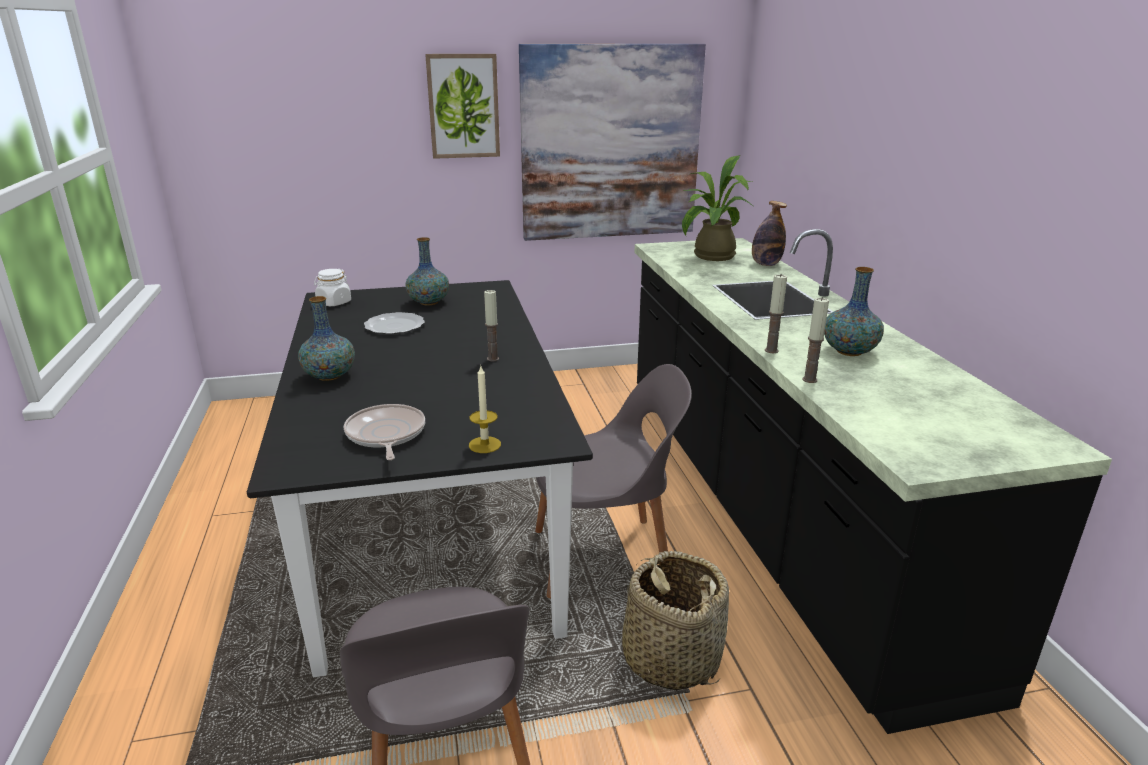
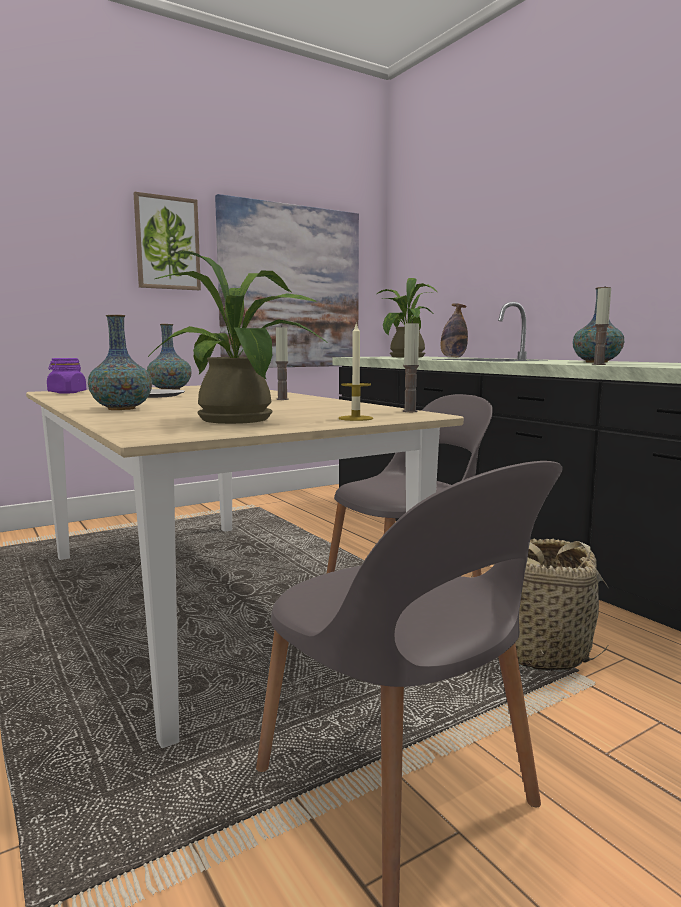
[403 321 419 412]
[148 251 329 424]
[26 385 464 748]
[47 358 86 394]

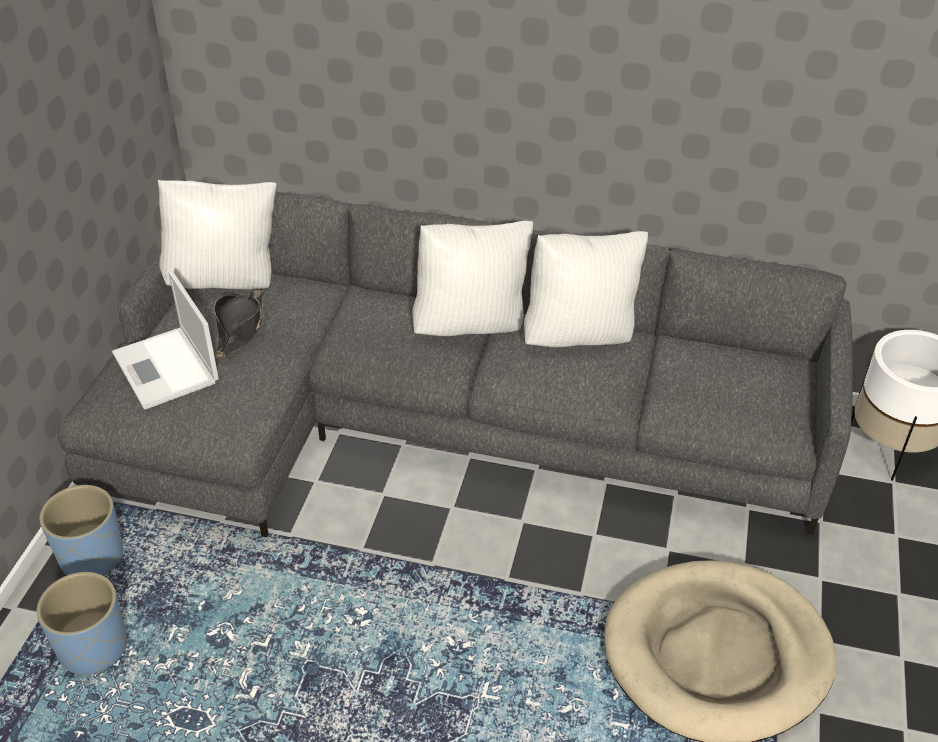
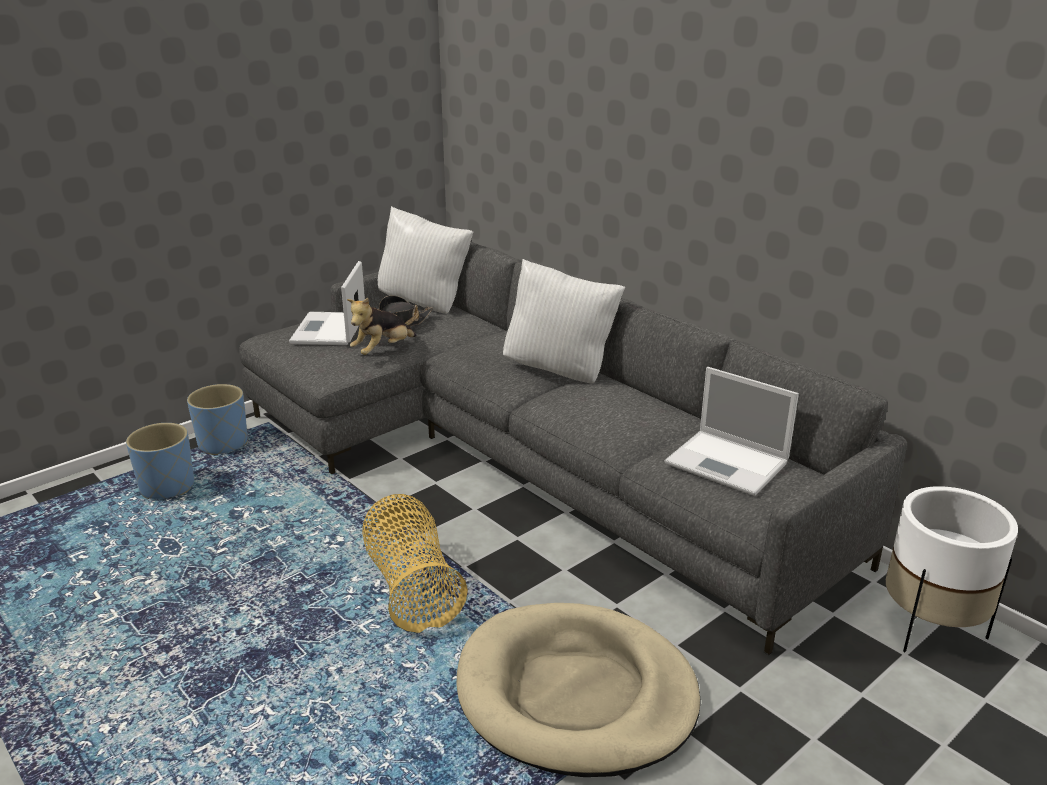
[524 231 648 347] (first image)
[347 298 416 355]
[362 494 468 633]
[664 367 799 496]

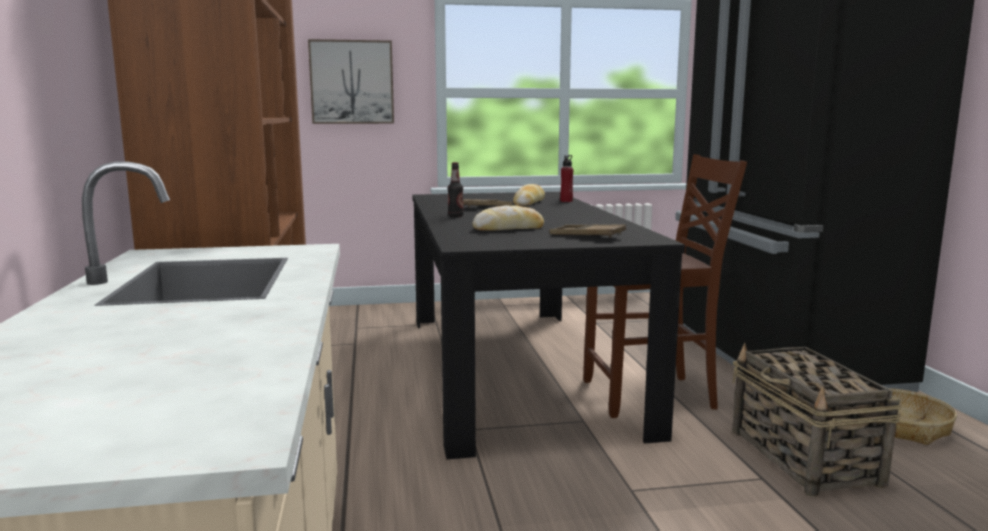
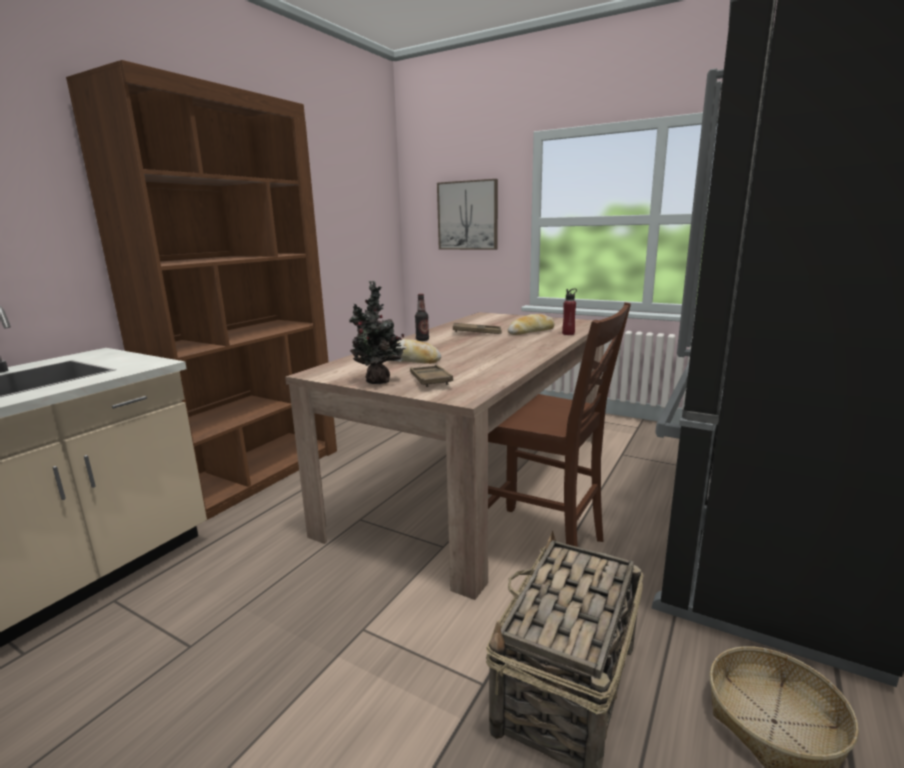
[349 281 405 384]
[285 312 604 600]

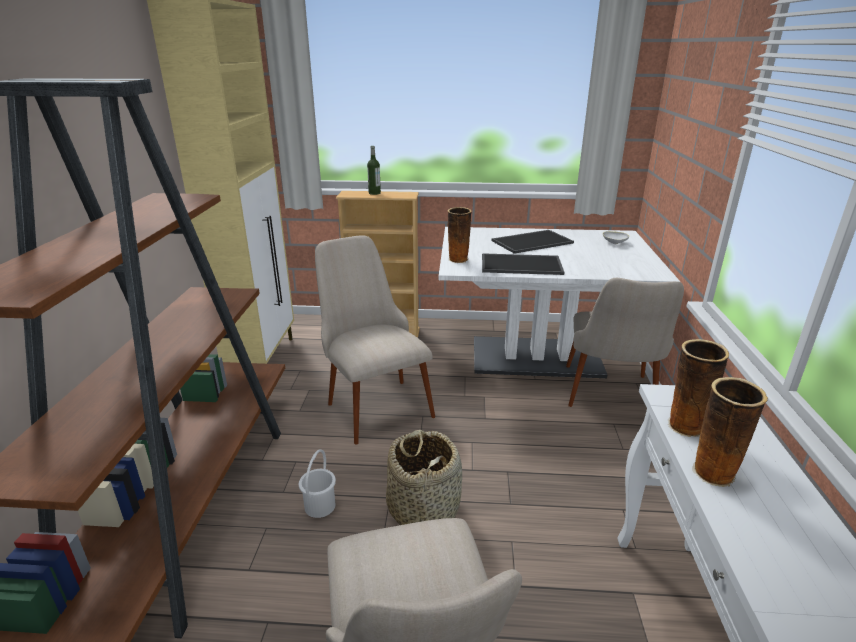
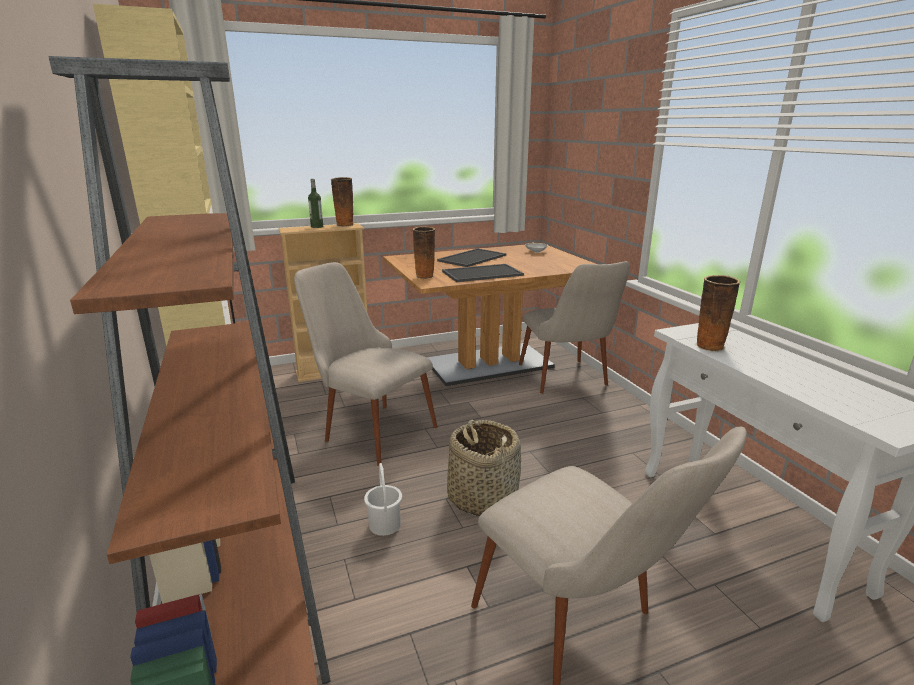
[331 177 355 227]
[383 245 595 386]

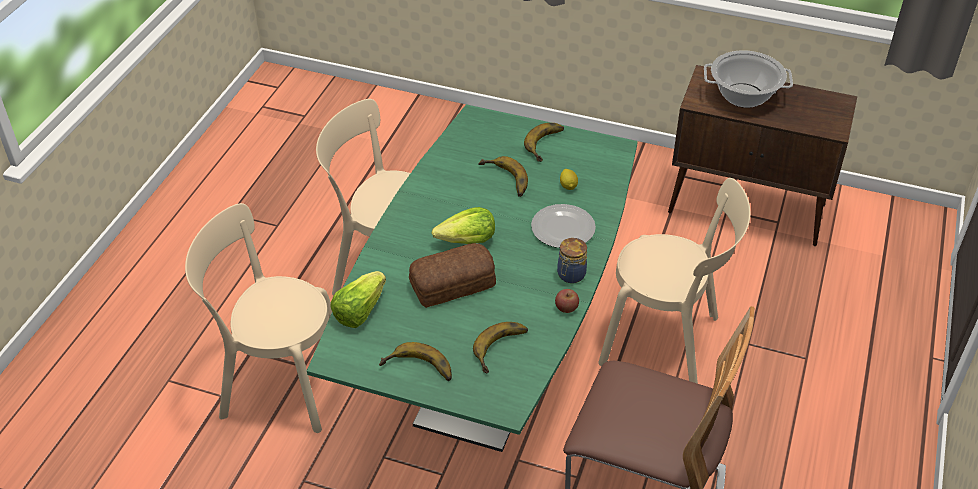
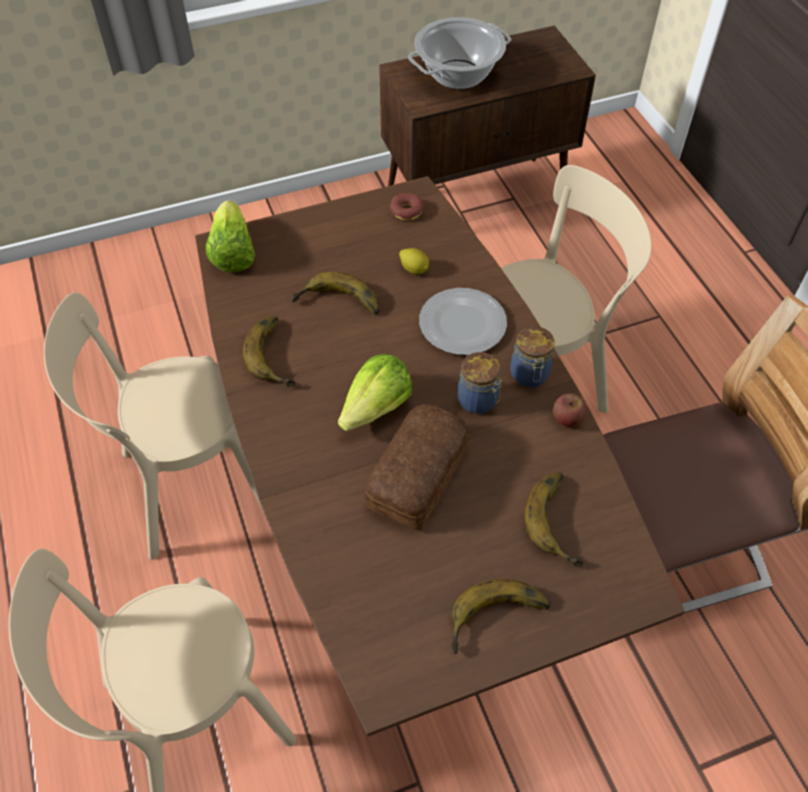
[390 193 424 221]
[458 352 502 414]
[206 200 255 272]
[243 316 295 387]
[195 176 685 737]

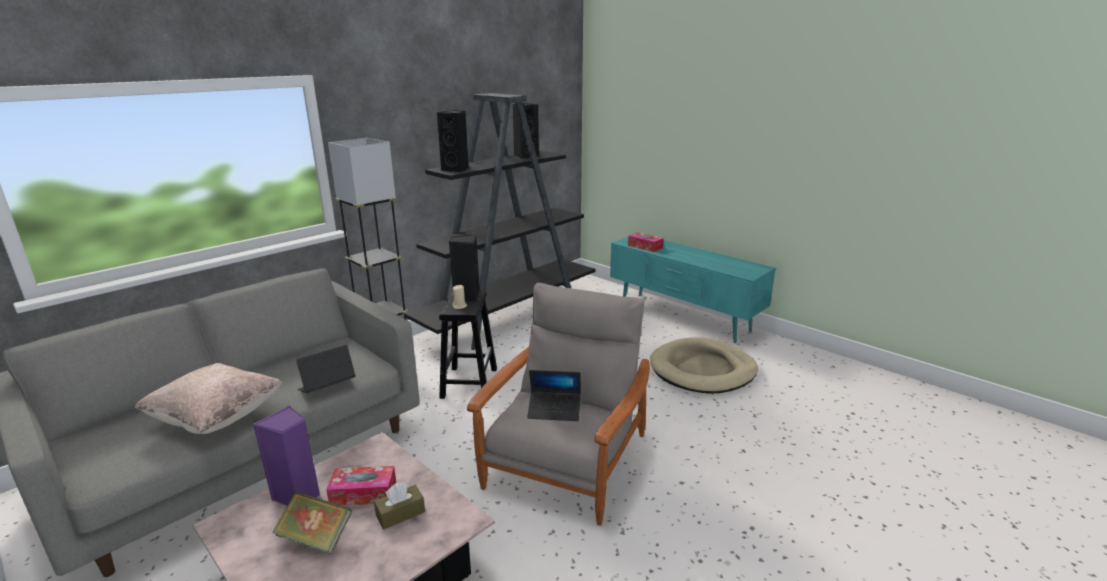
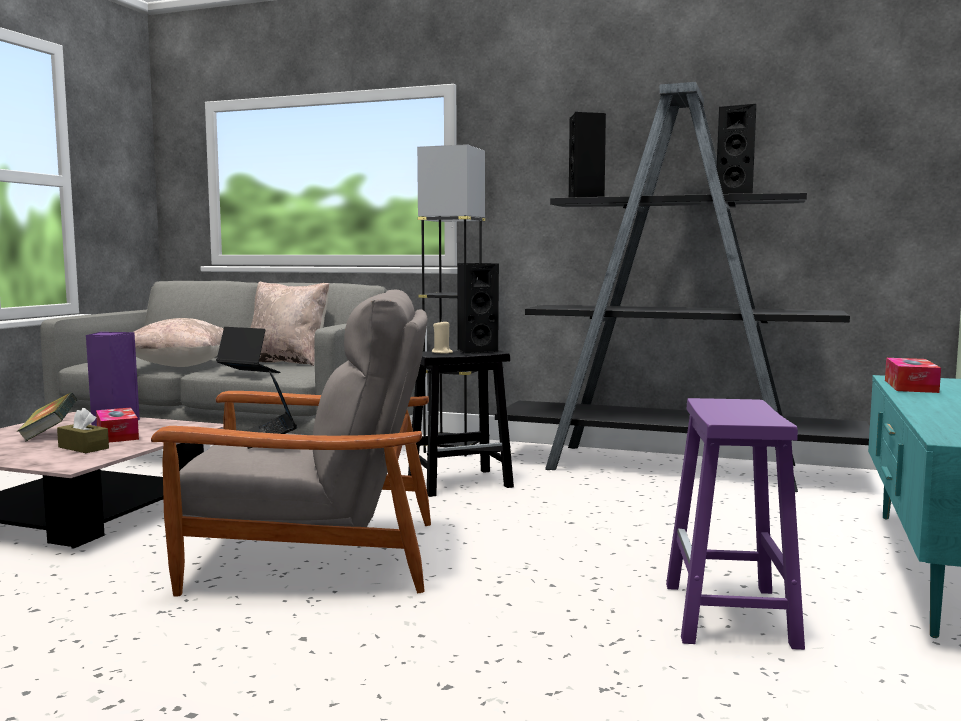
[251 282 329 366]
[666 398 805 650]

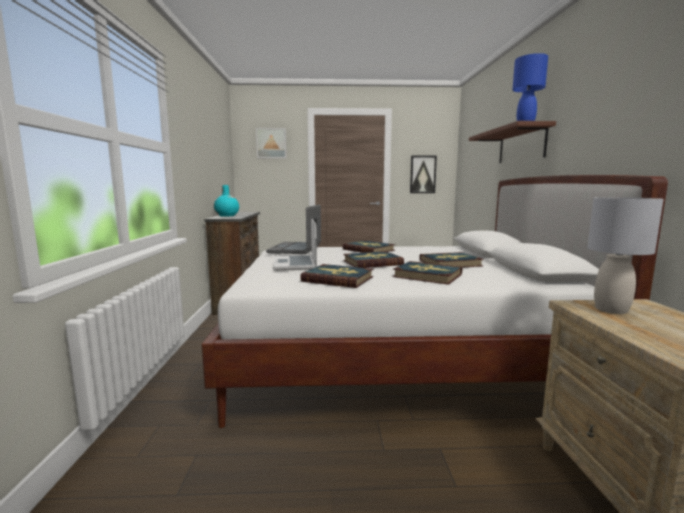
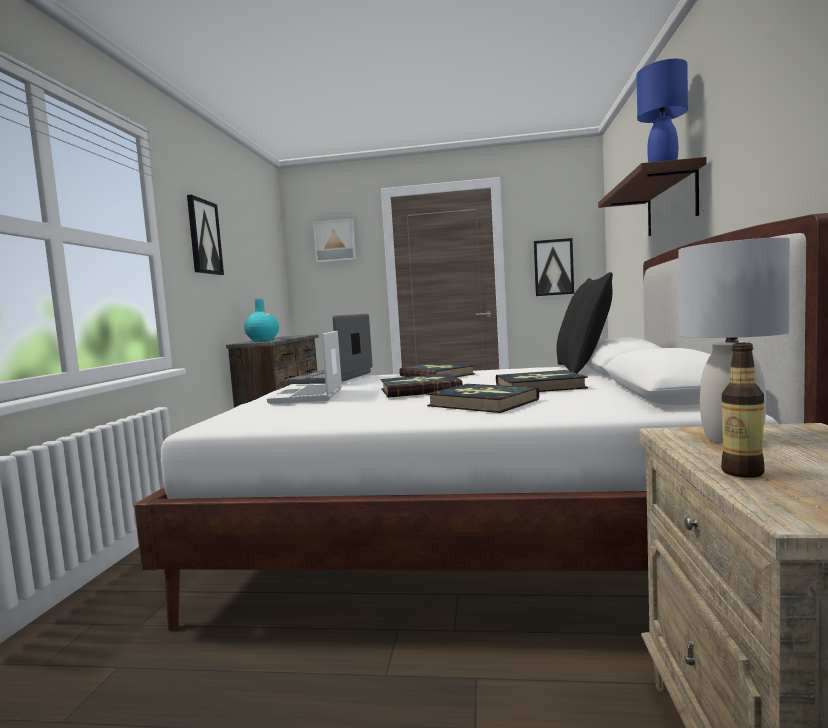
[300 264 373 288] (first image)
[187 195 224 275]
[557 272 613 374]
[721 342 765 478]

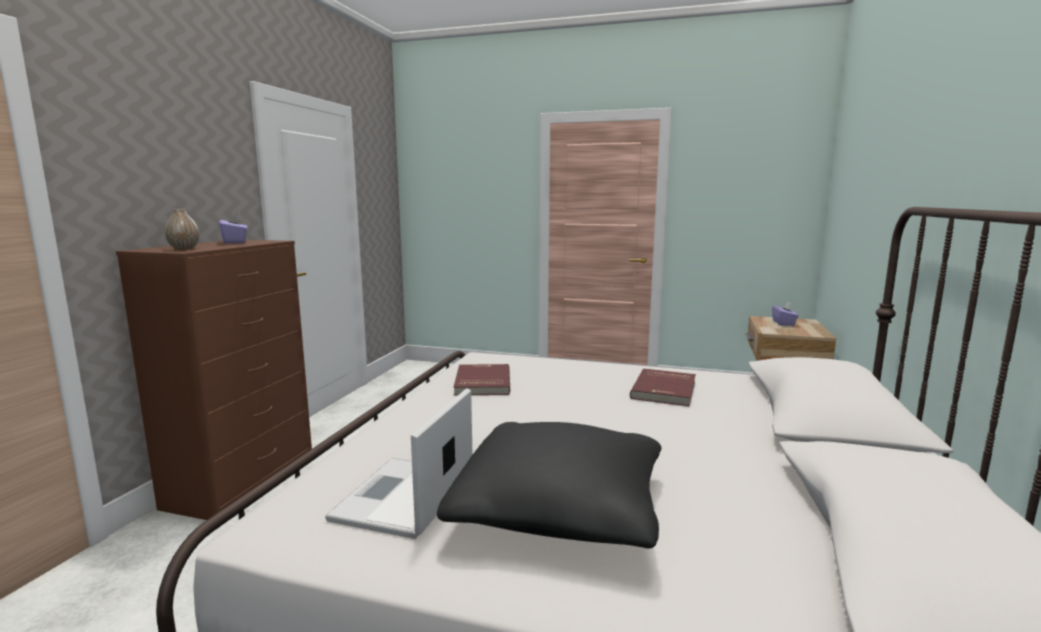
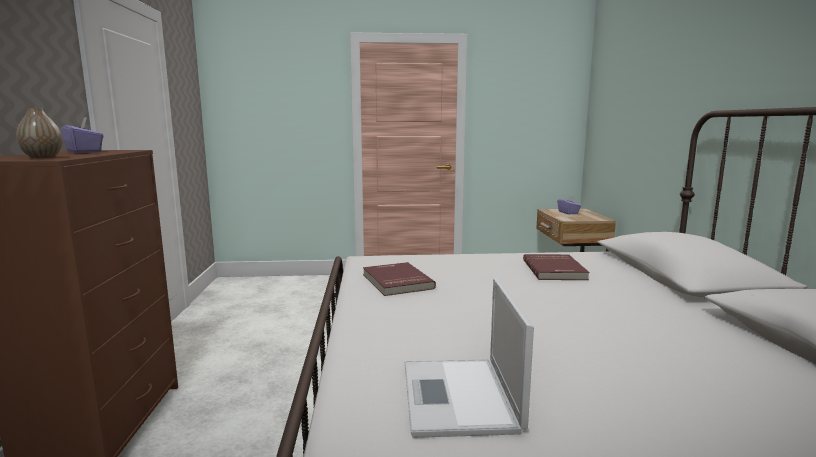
[437 422 661 549] (first image)

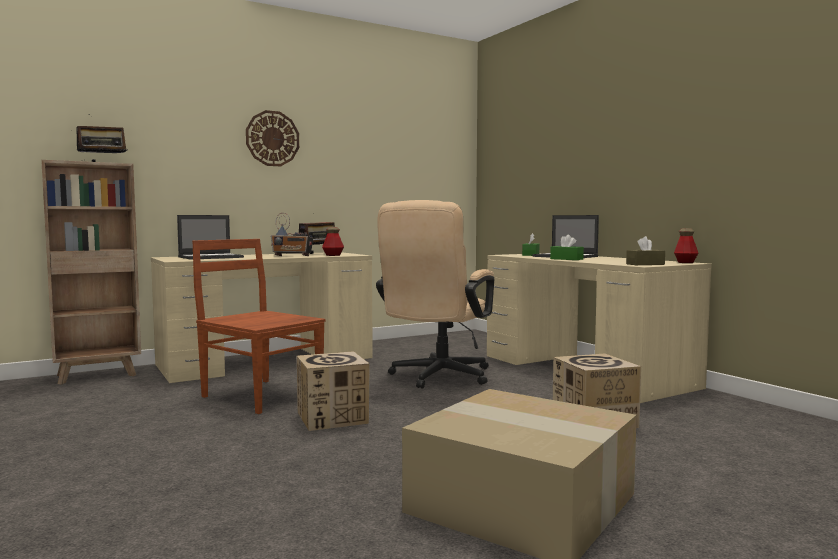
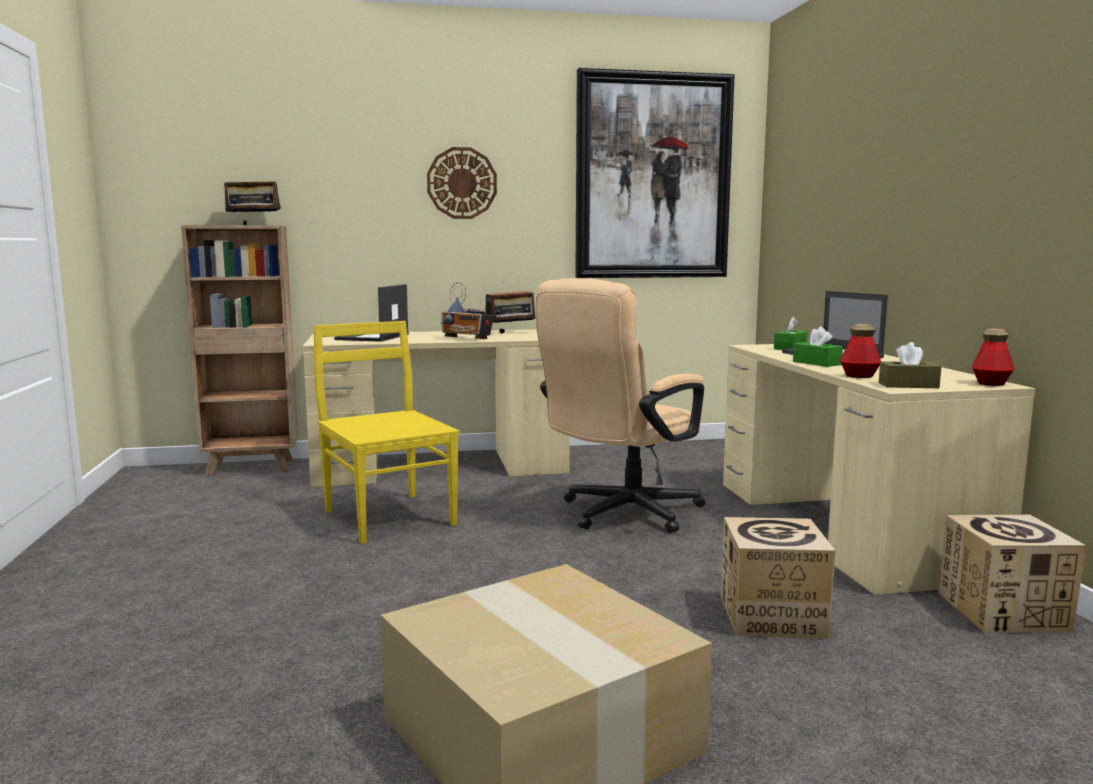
[575 68 735 278]
[939 515 1086 633]
[840 324 881 378]
[313 321 460 544]
[334 284 409 342]

